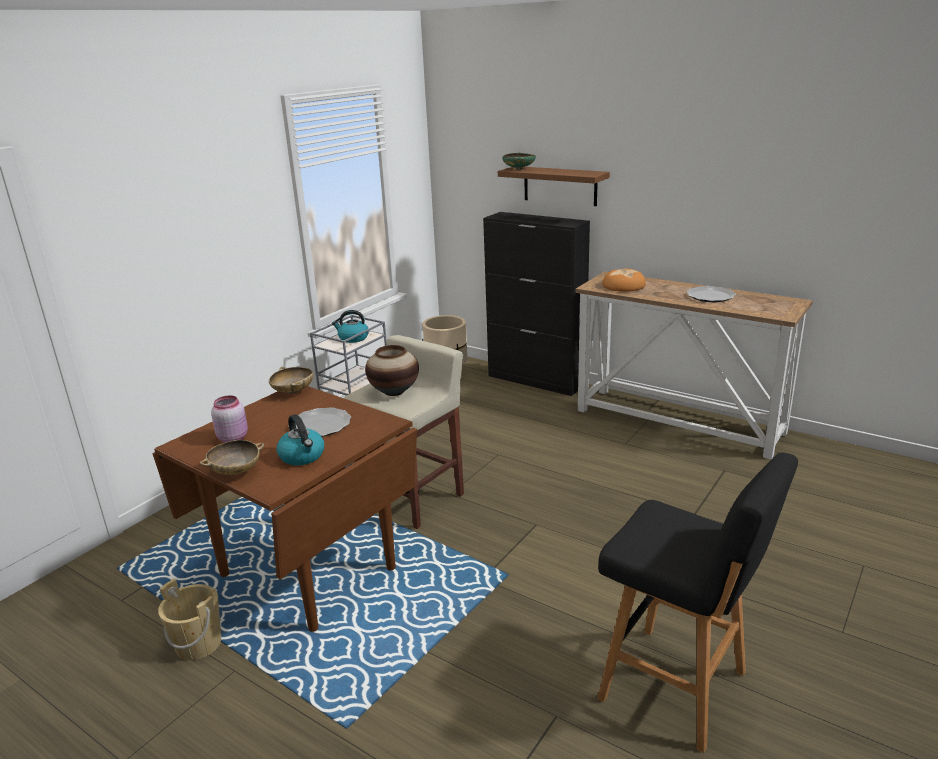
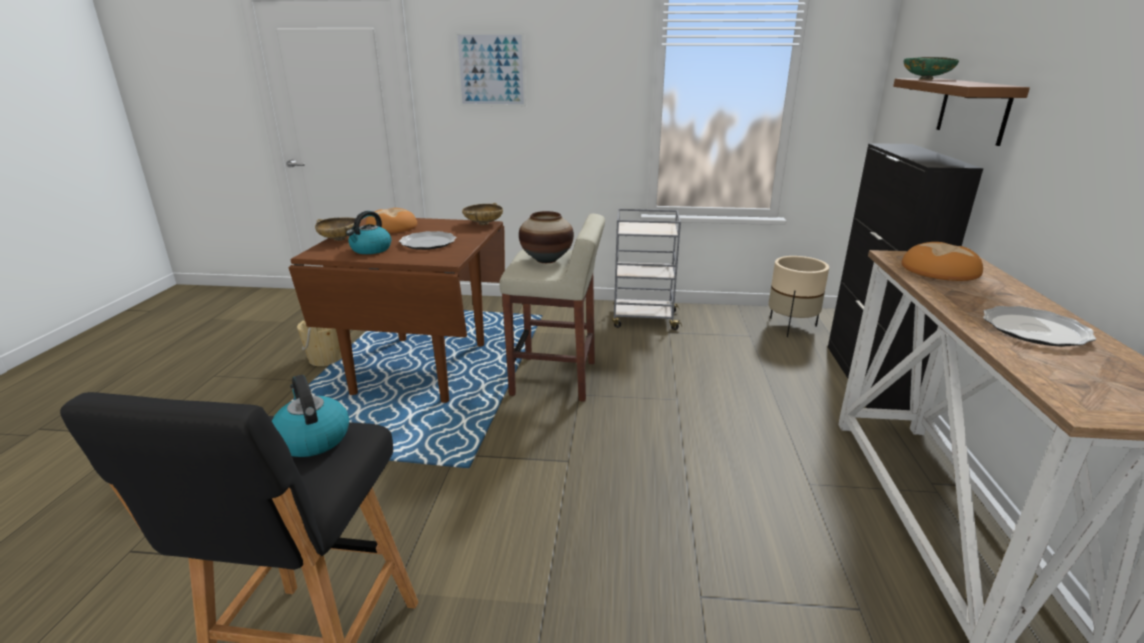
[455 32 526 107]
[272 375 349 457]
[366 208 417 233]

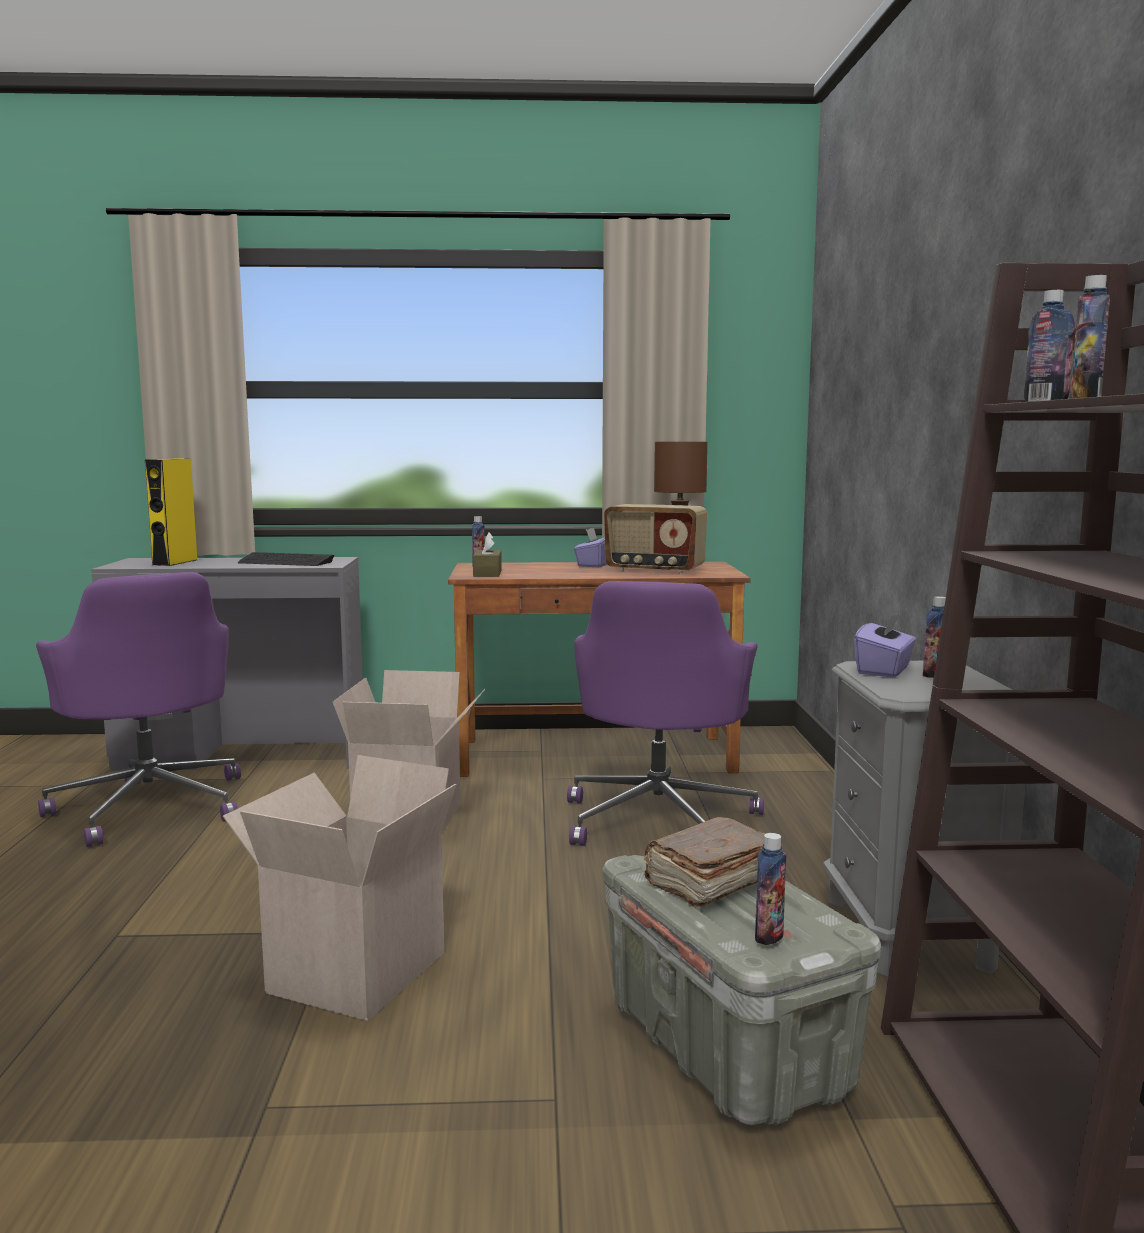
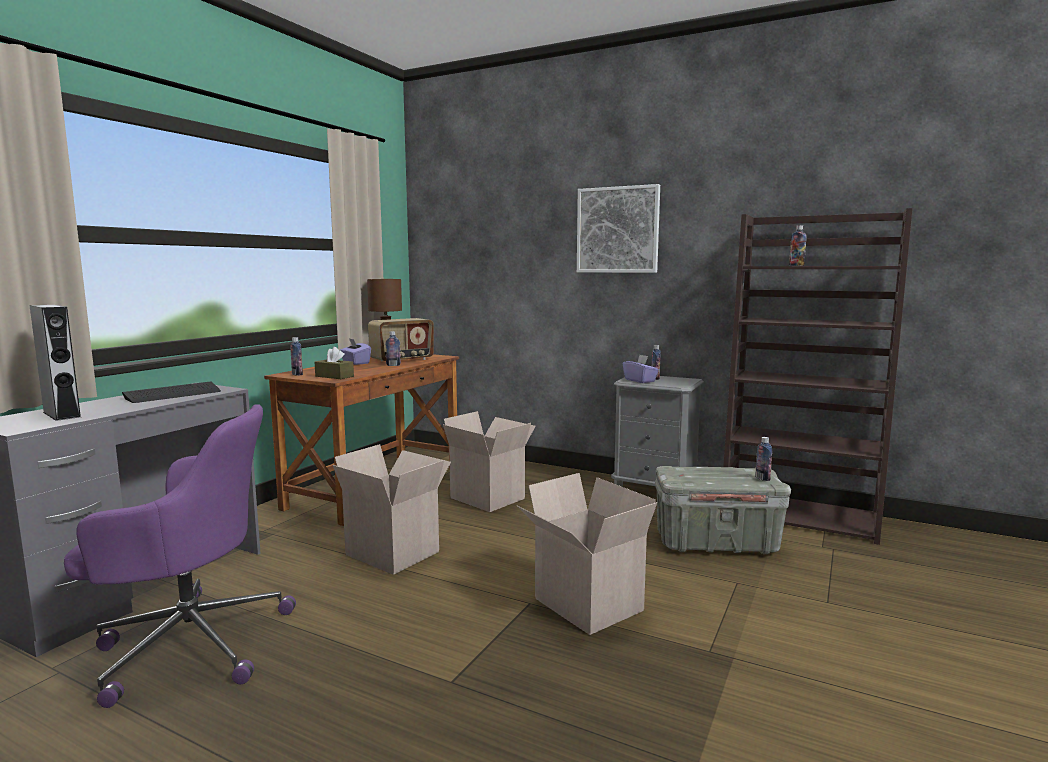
[643 817 783 908] (first image)
[577 184 660 273]
[385 331 401 366]
[443 411 536 512]
[29 305 81 421]

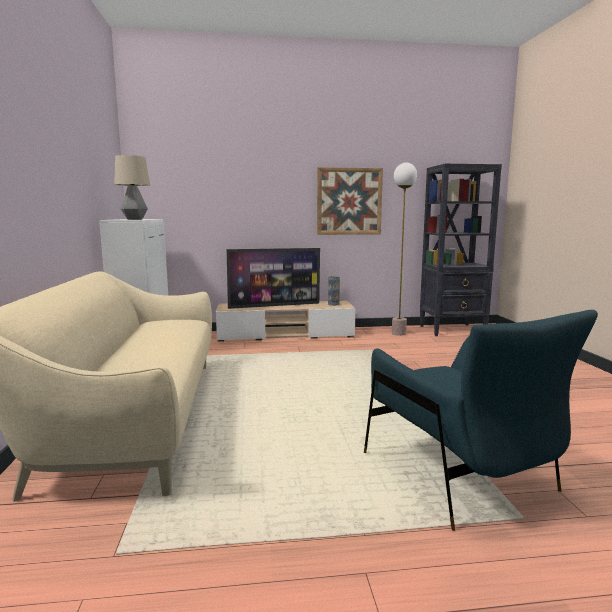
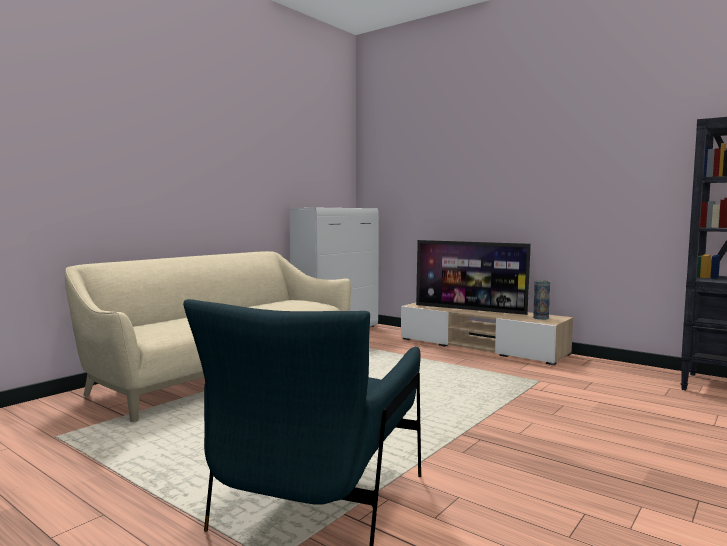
[114 155 150 220] (first image)
[317 167 383 235] (first image)
[392 163 417 336] (first image)

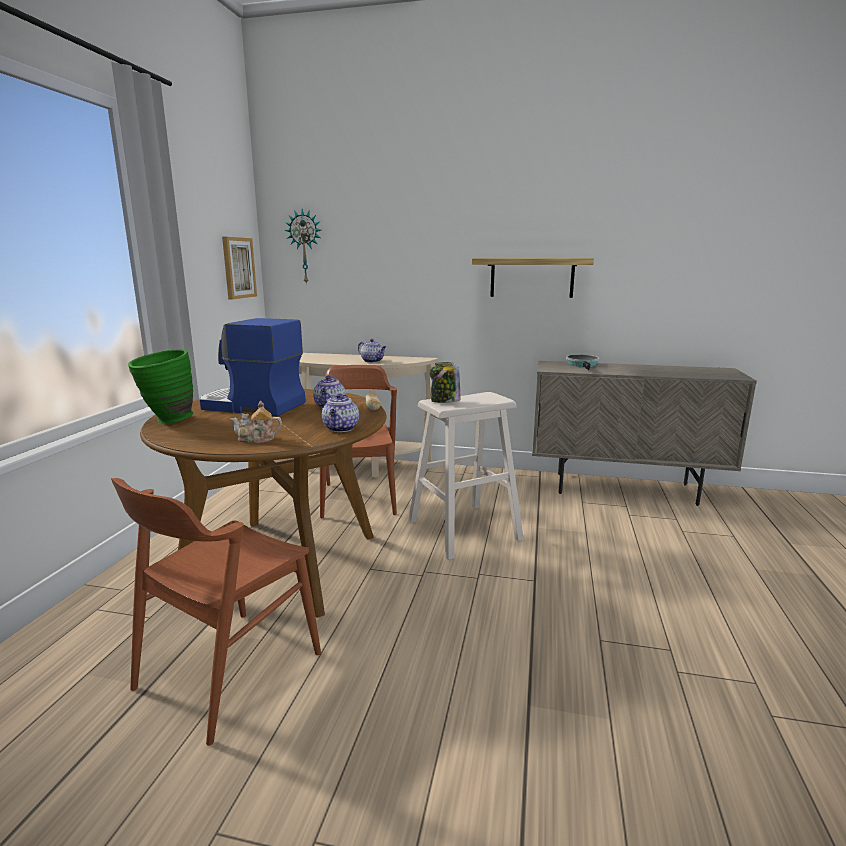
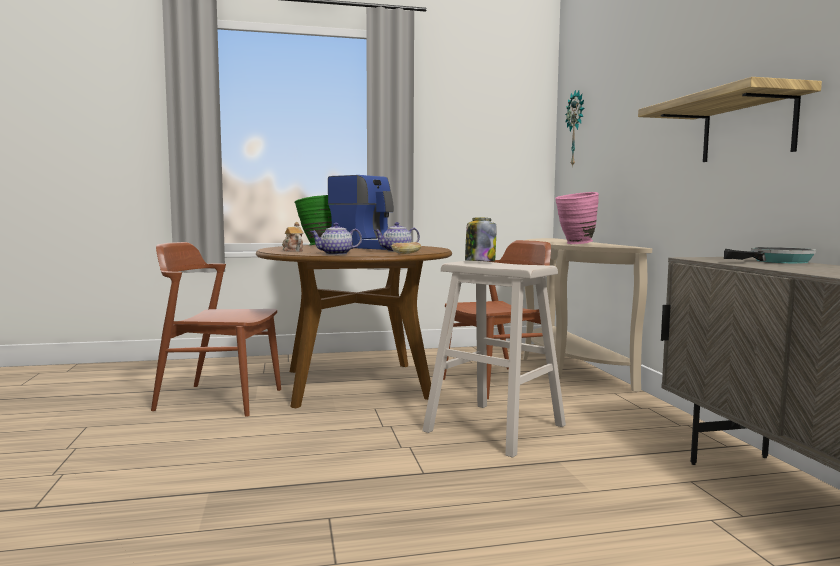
[222 237 257 299] (first image)
[555 192 599 244]
[328 175 394 250]

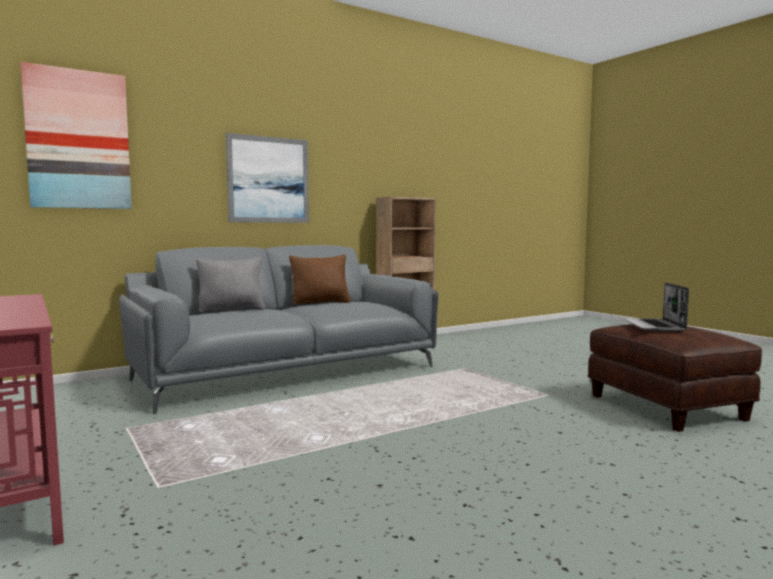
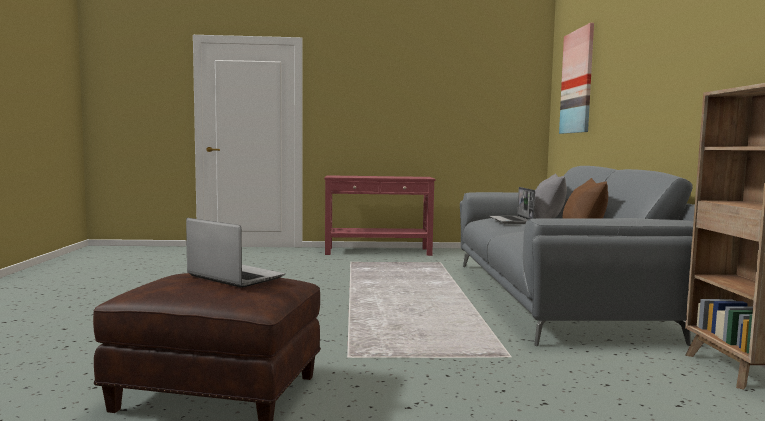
[226 133 309 223] (first image)
[489 187 535 224]

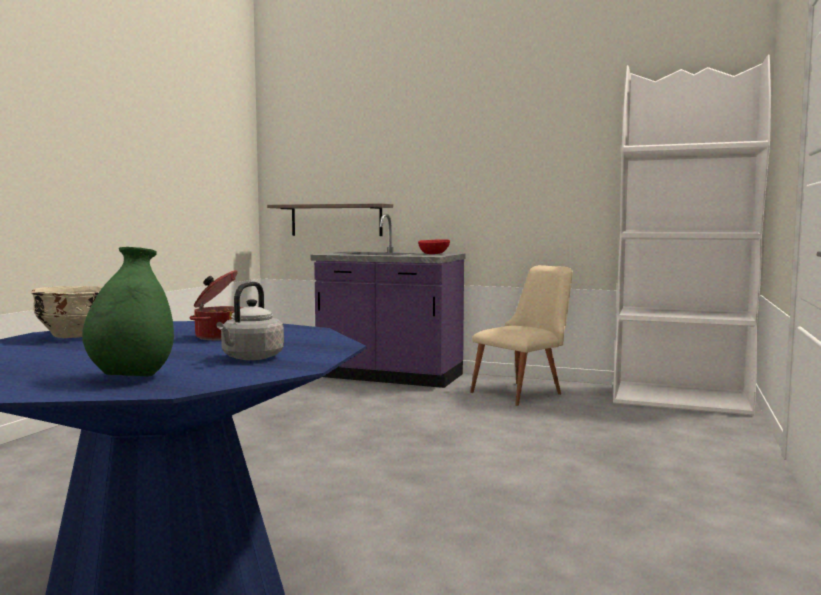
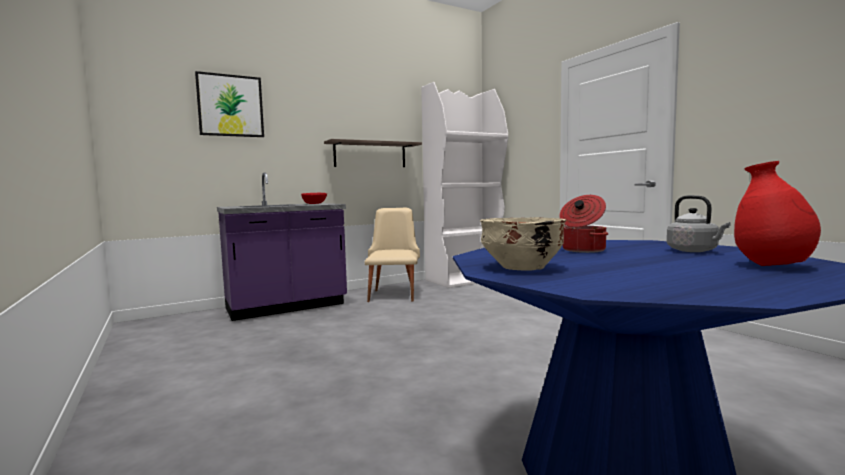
[195 71 264 137]
[324 139 422 167]
[734 161 821 266]

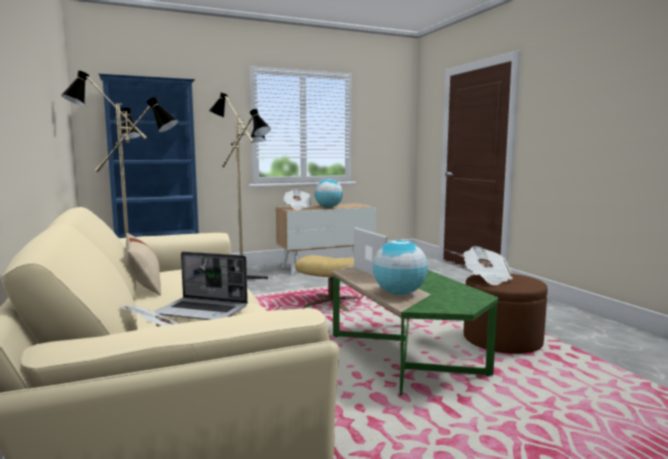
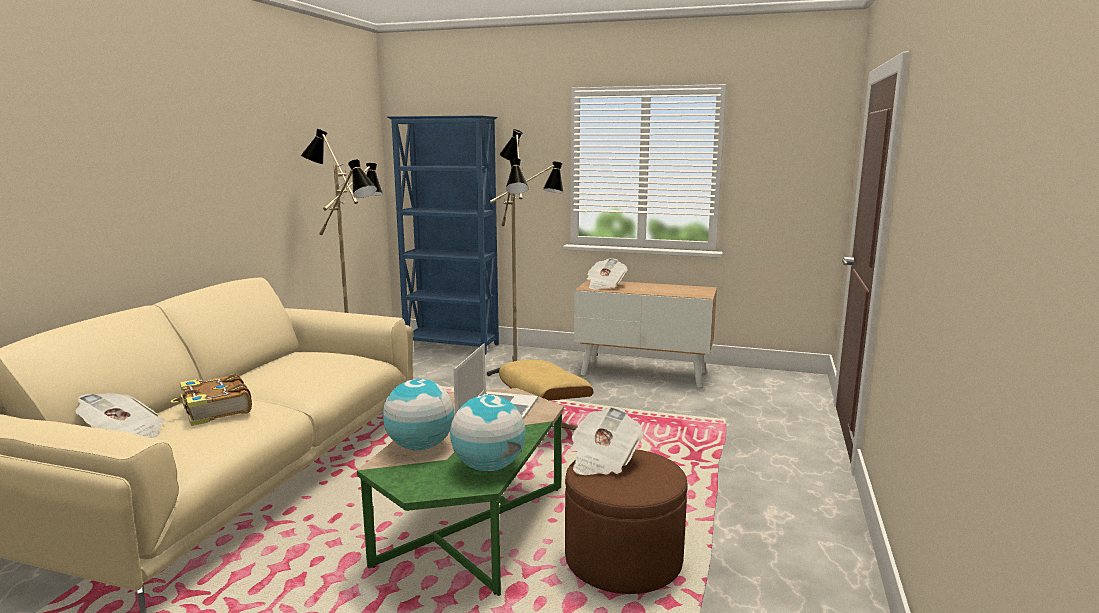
[126 233 161 296] (first image)
[450 395 526 471]
[170 374 252 426]

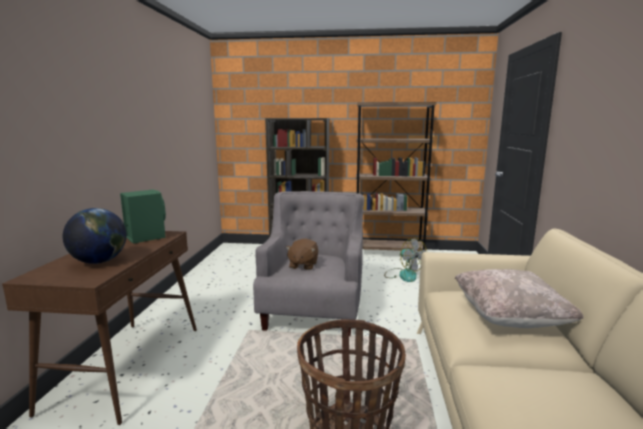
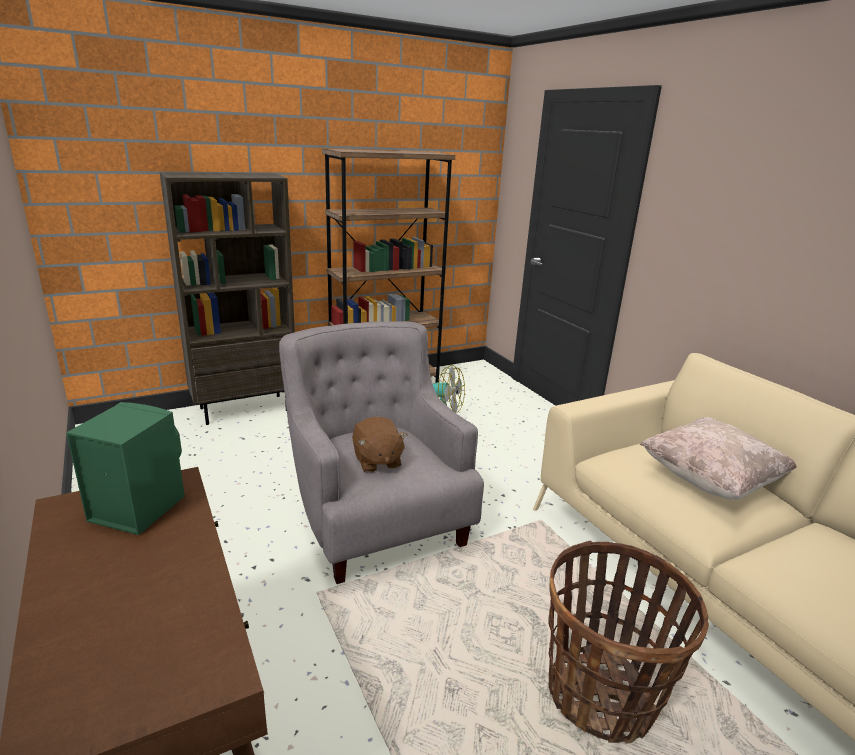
[63 208 126 264] (first image)

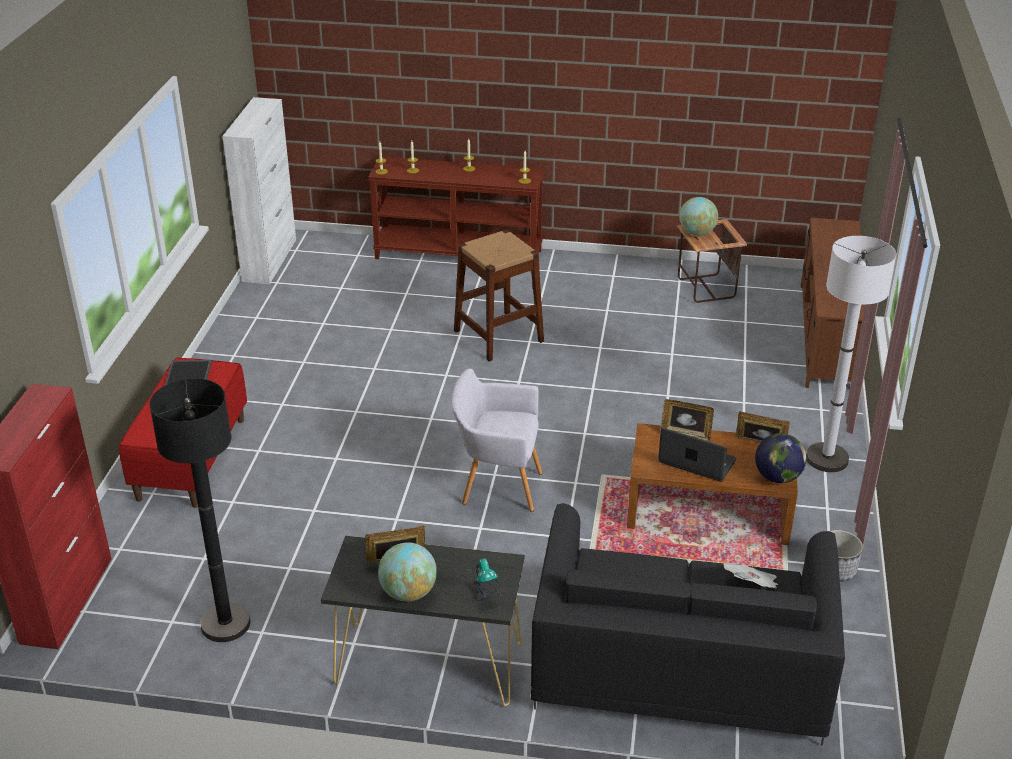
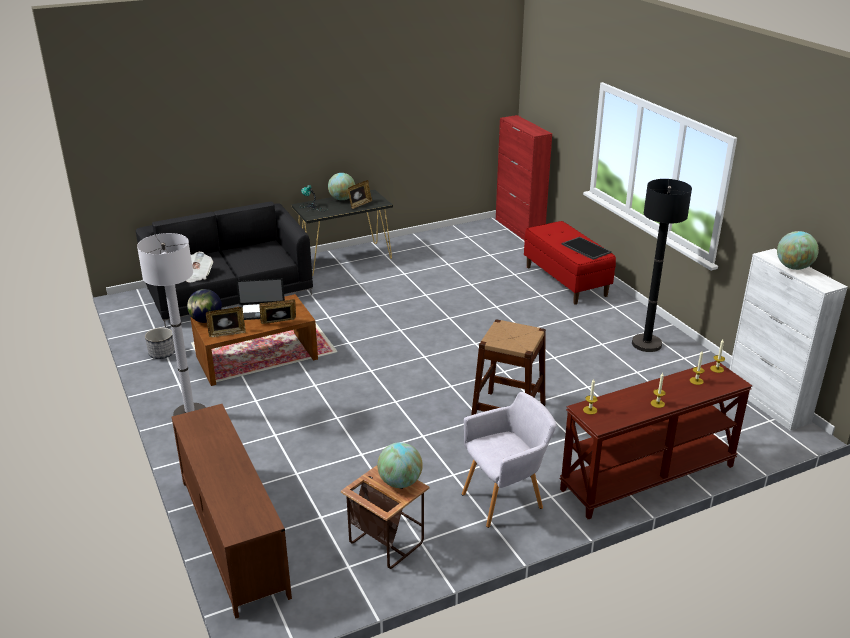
[777 231 819 270]
[632 179 692 352]
[462 392 556 528]

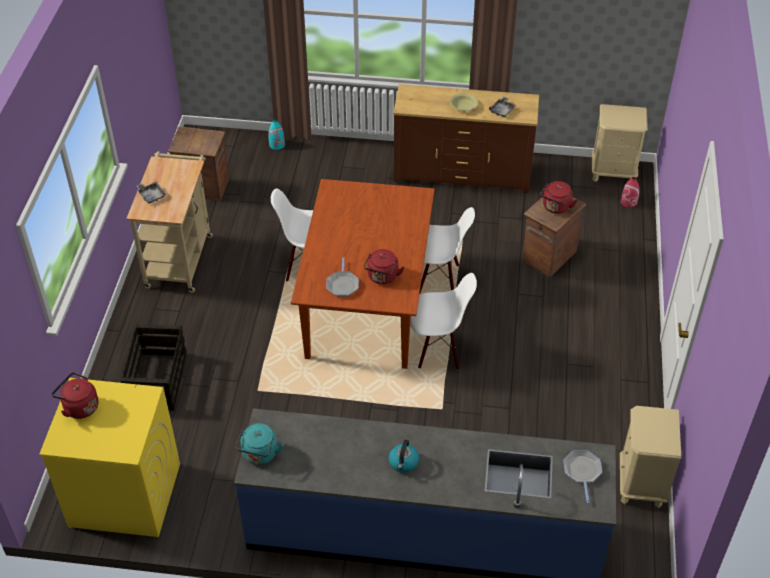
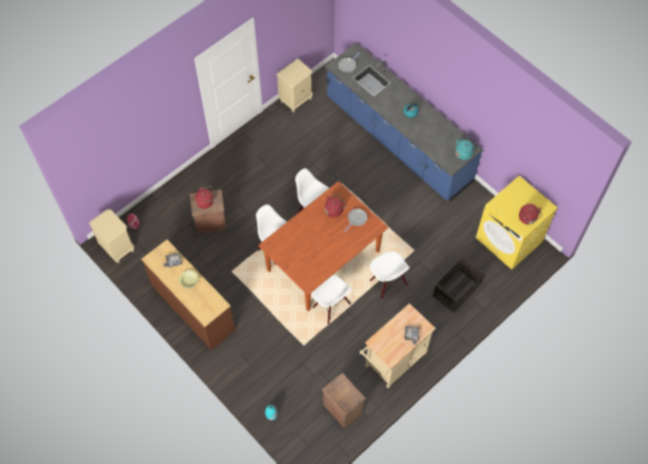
[370 251 410 300]

